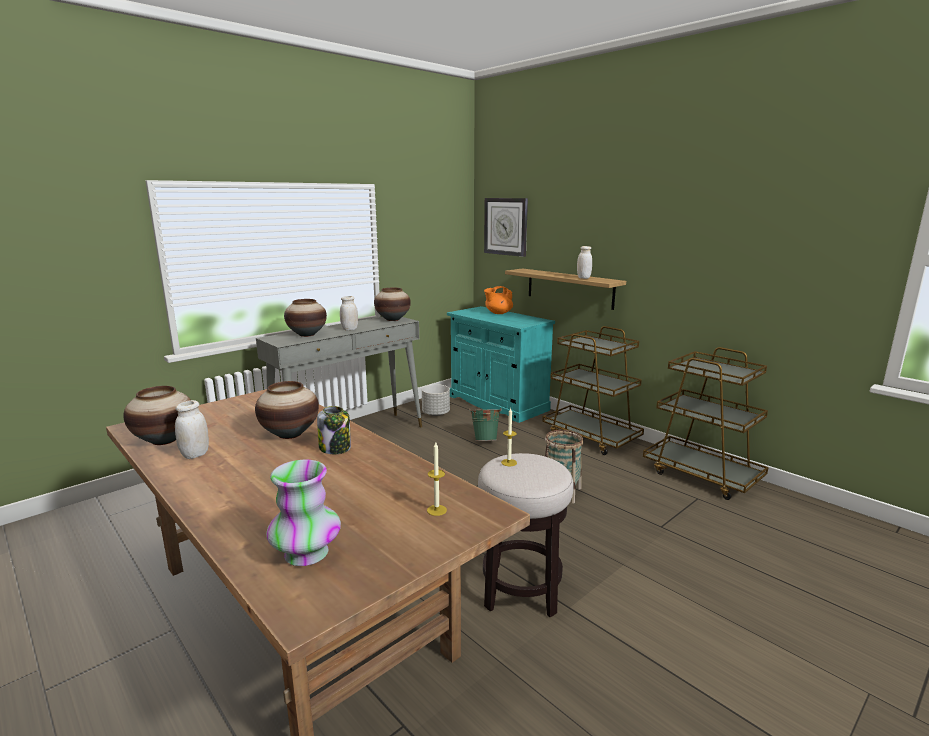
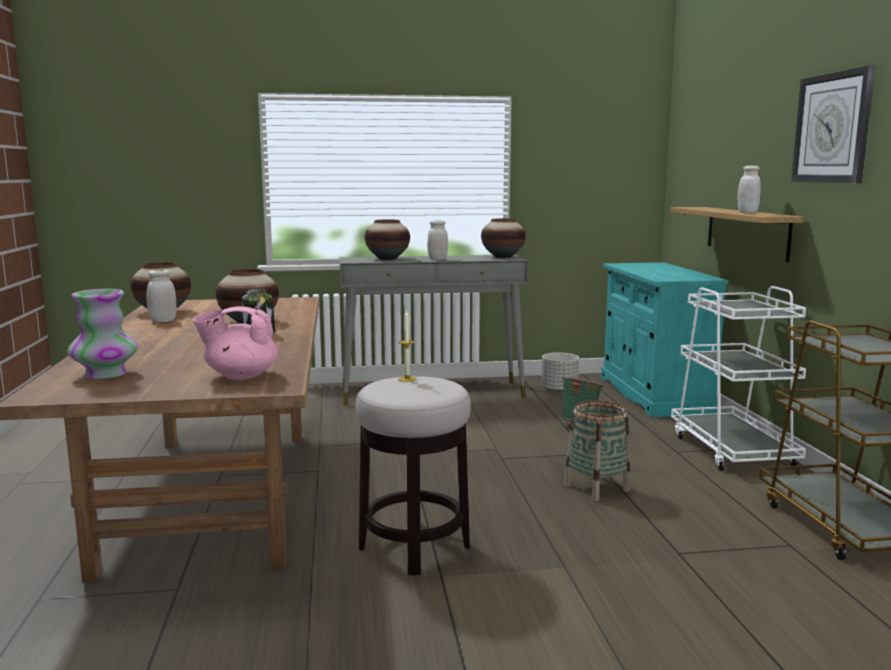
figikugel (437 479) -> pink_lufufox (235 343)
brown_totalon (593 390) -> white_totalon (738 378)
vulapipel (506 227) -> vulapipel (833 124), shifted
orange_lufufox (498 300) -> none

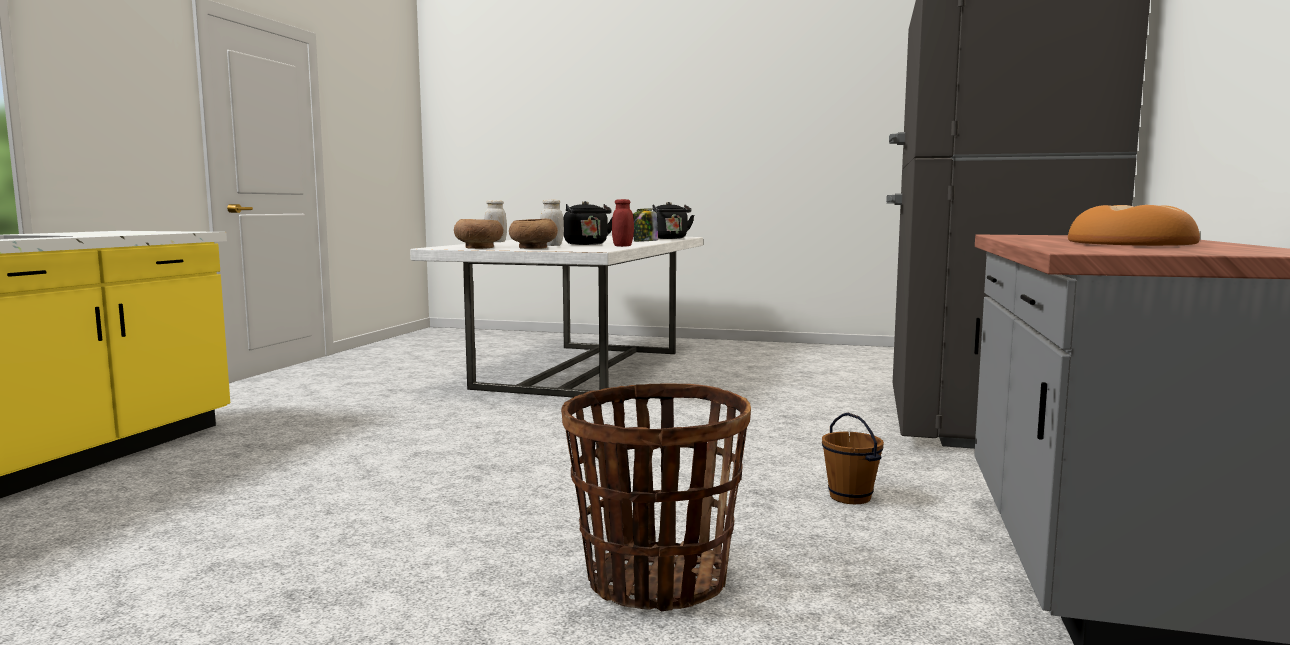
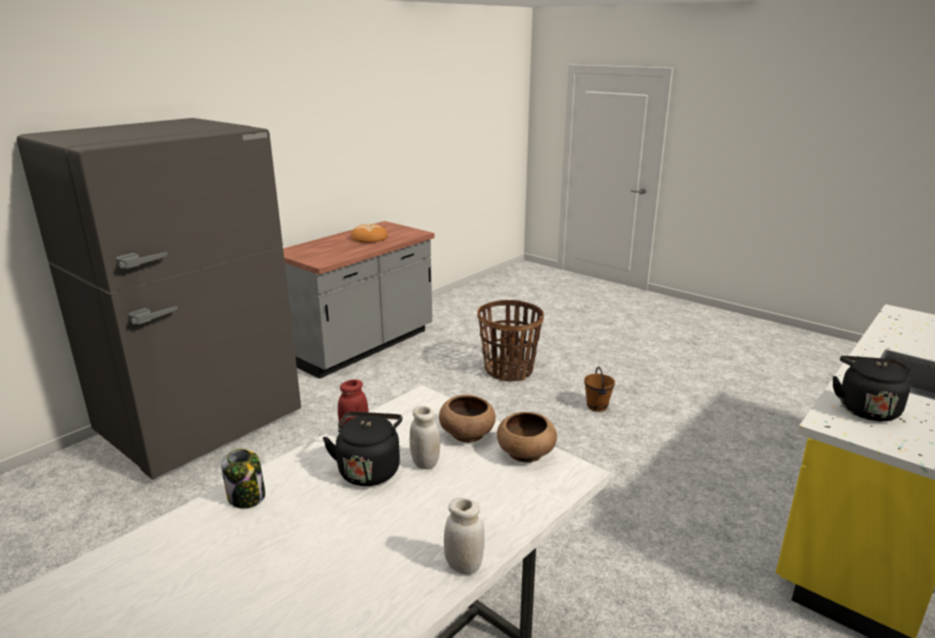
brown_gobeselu (853 458) -> brown_gobeselu (599 389), shifted
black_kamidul (673 220) -> black_kamidul (872 388), shifted

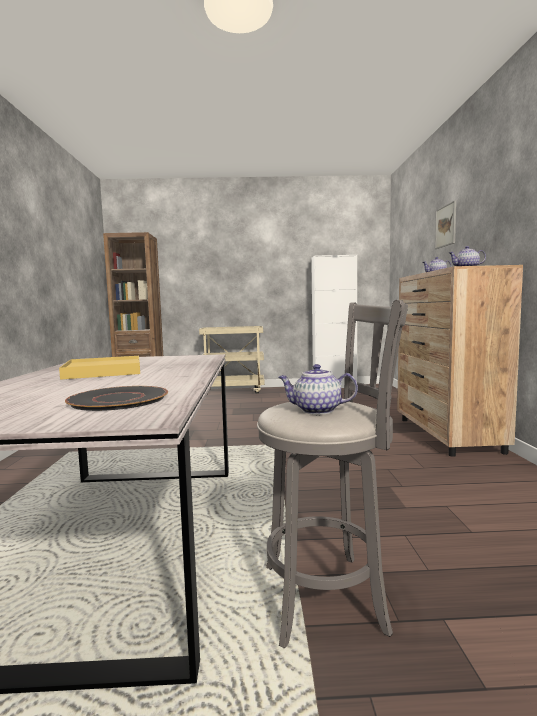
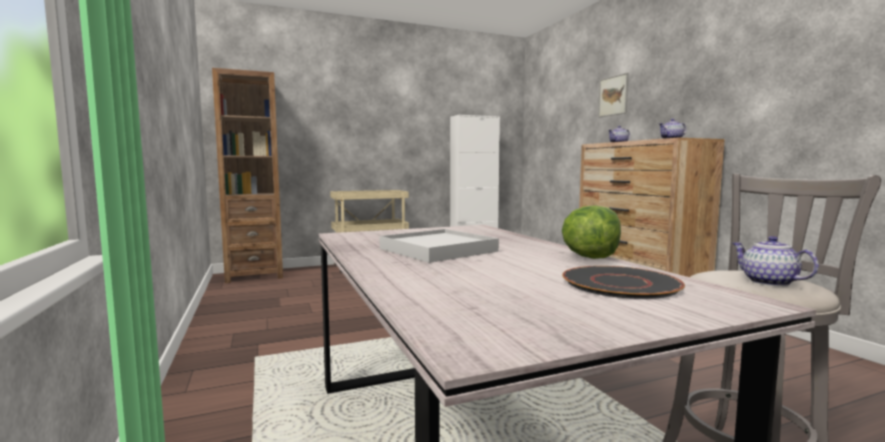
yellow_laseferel (99 368) -> white_laseferel (439 246)
none -> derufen (591 232)
lufufox (318 389) -> lufufox (775 261), 75 degrees clockwise

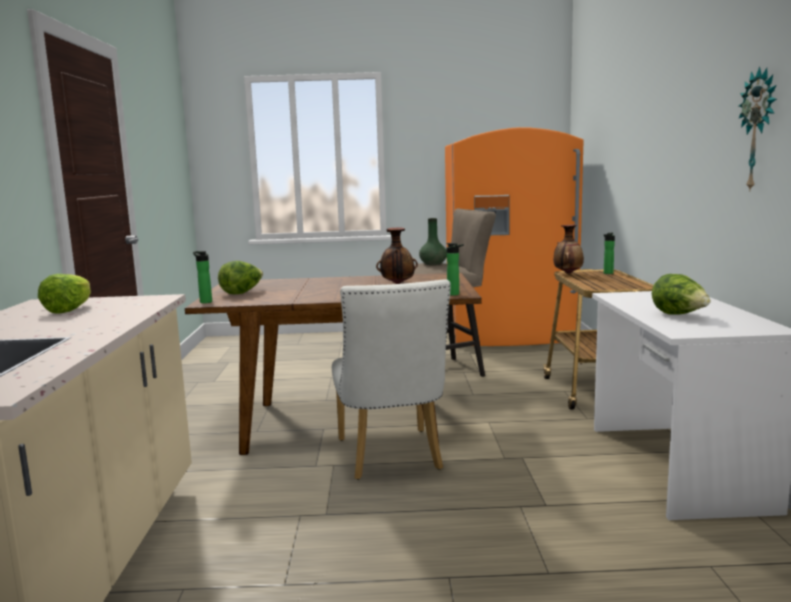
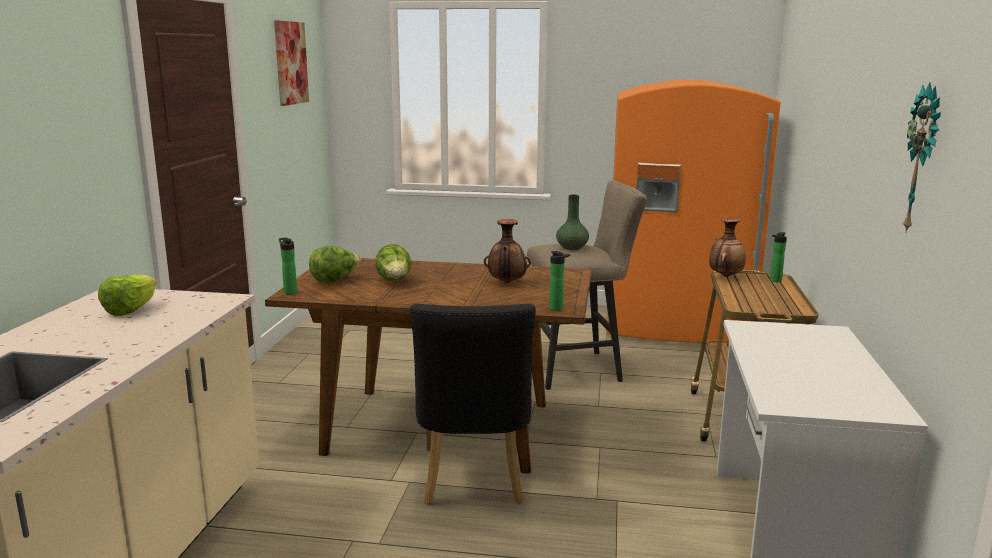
none -> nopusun (291 63)
derufen (681 294) -> derufen (393 262), shifted
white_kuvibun (391 379) -> black_kuvibun (473 403)

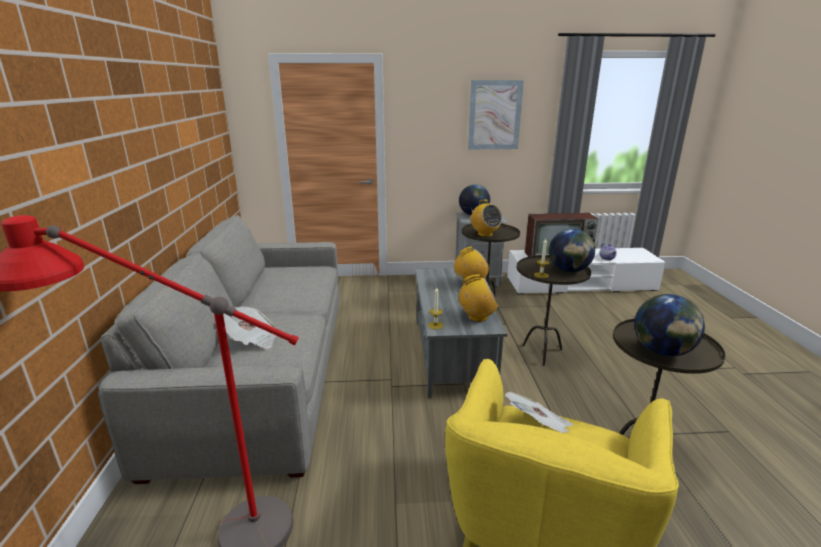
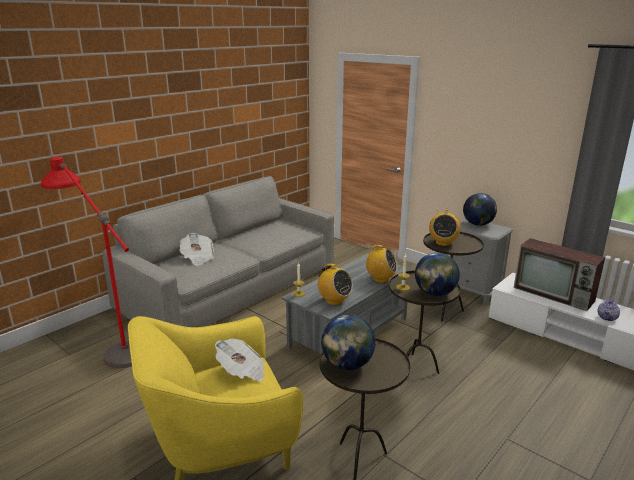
nopusun (496 114) -> none

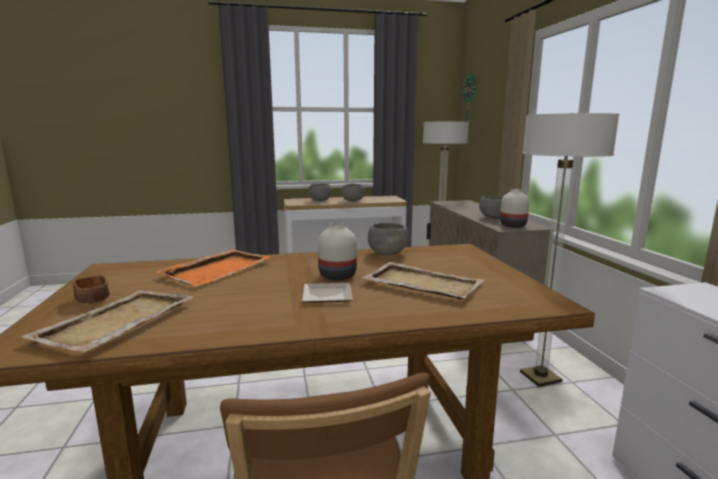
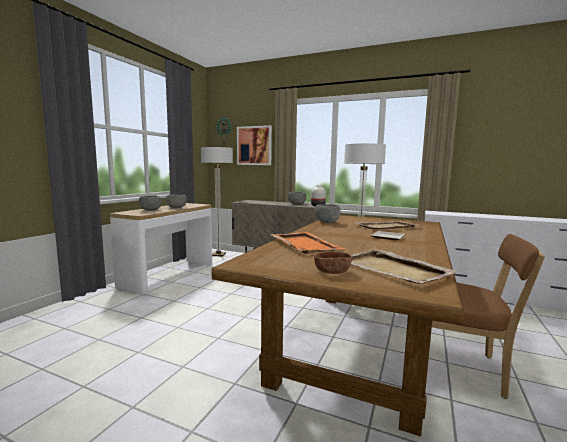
none -> nopusun (254 145)
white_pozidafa (337 251) -> none

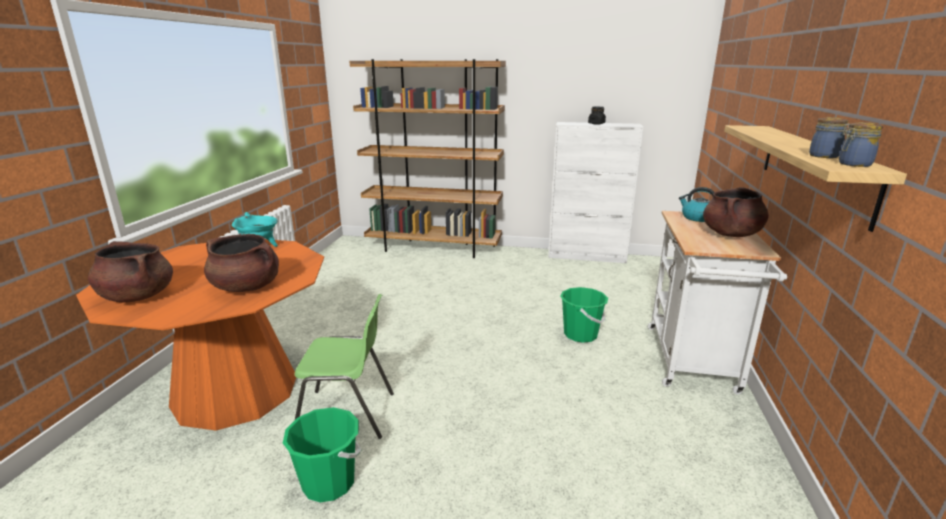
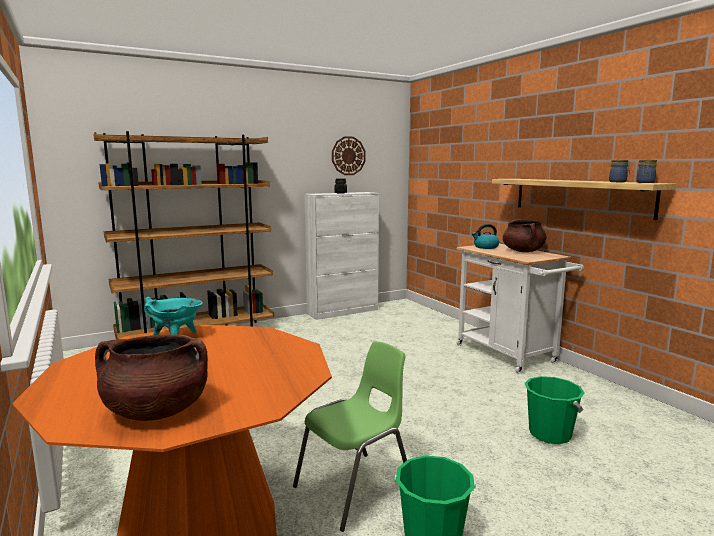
none -> vulapipel (349 155)
green_gobeselu (584 315) -> green_gobeselu (555 410), shifted
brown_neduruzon (241 263) -> none

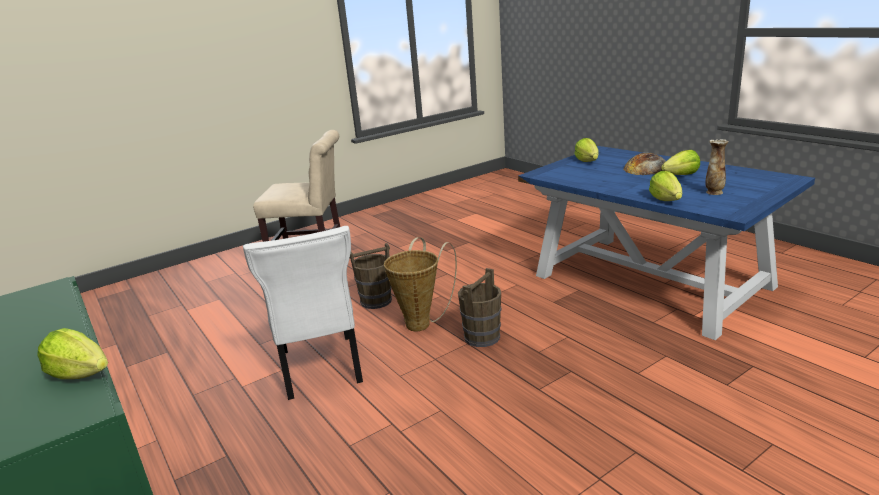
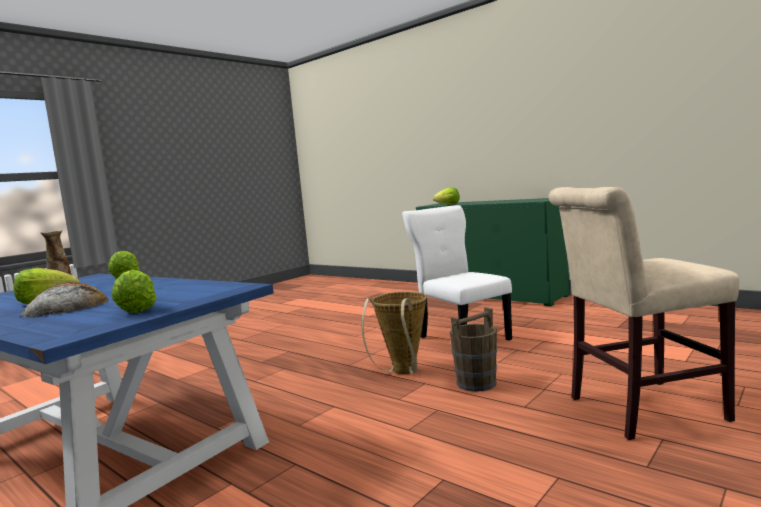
brown_gobeselu (479 307) -> none

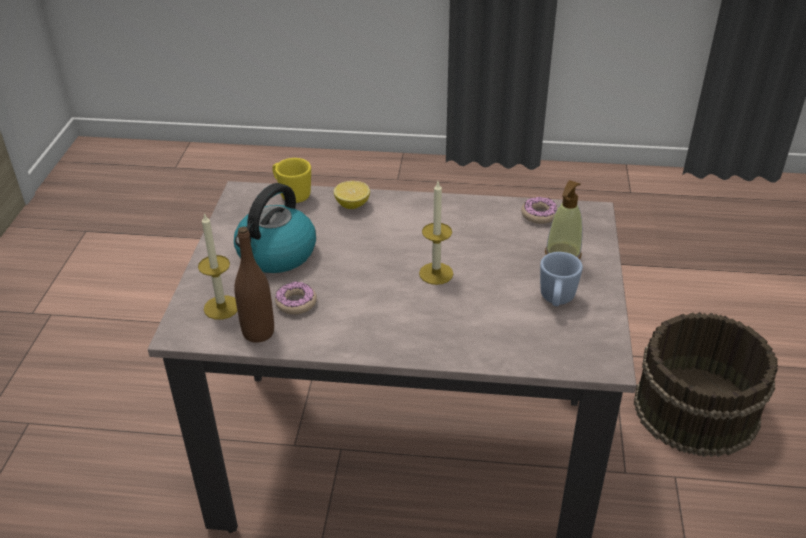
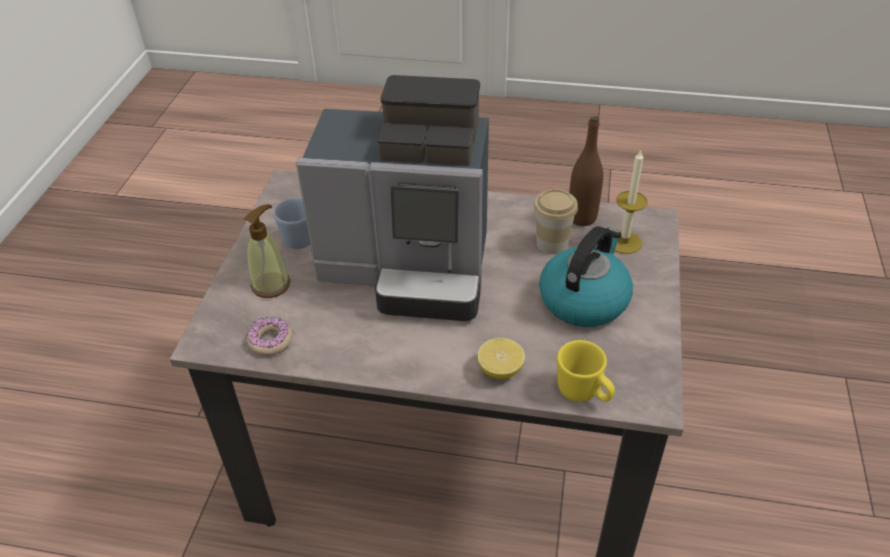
figikugel (436 233) -> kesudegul (392 198)
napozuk (296 298) -> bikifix (556 221)
brown_gobeselu (705 384) -> none

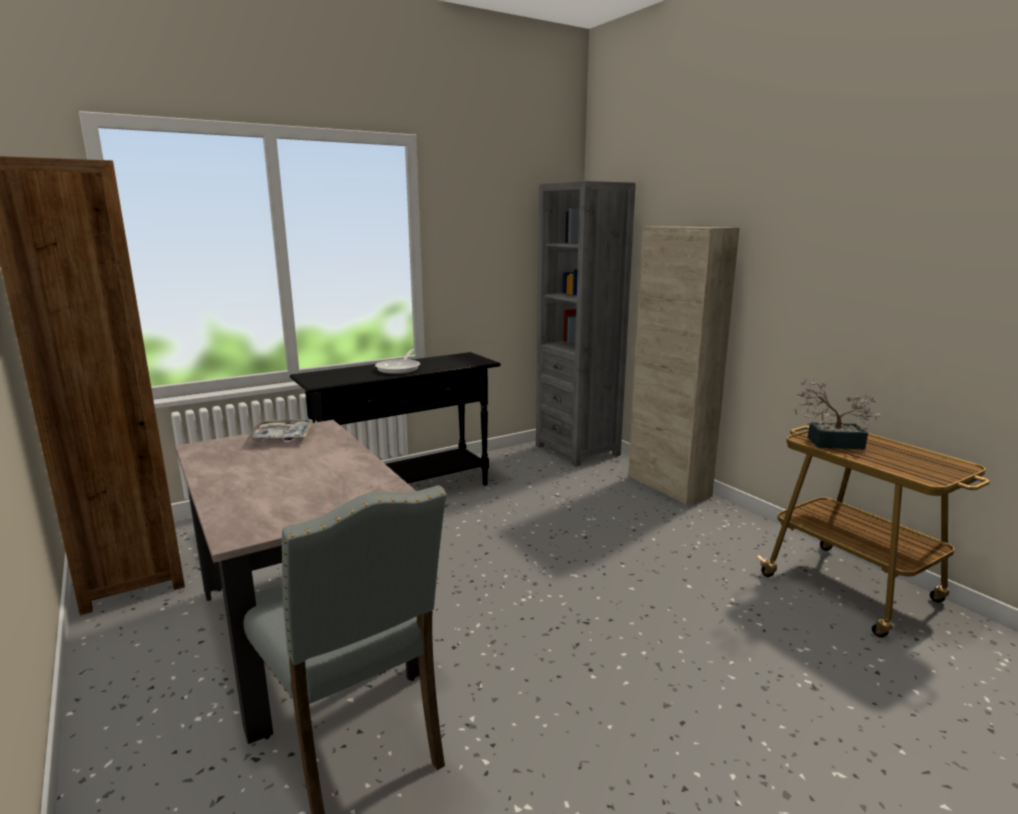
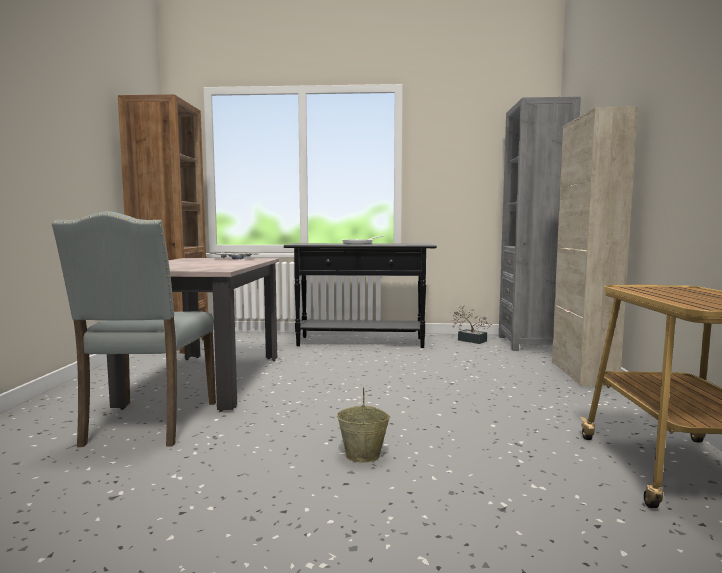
none -> beige_gobeselu (363 424)
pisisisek (837 414) -> pisisisek (472 324), shifted

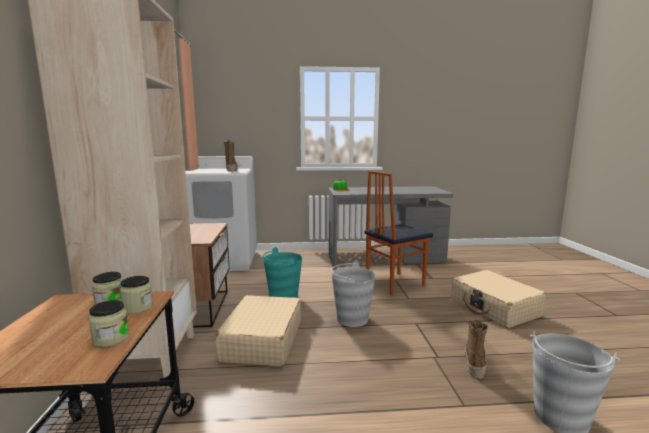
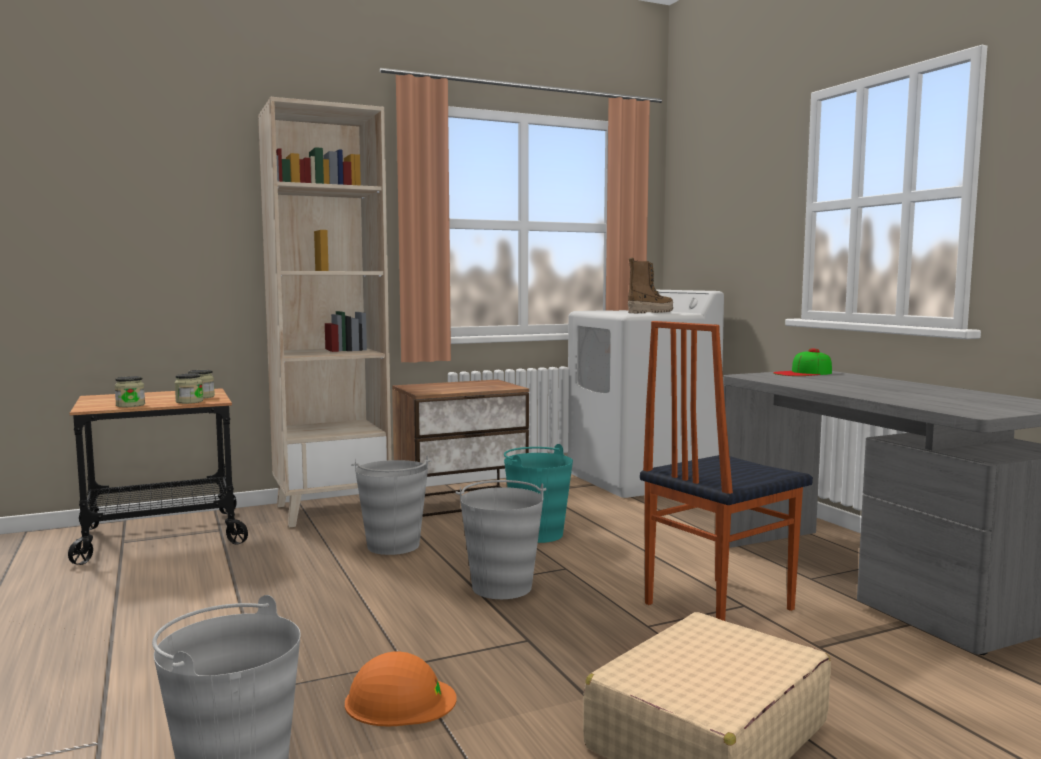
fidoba (476 349) -> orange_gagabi (401 689)
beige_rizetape (258 331) -> grey_gobeselu (391 505)
kuvibun (398 233) -> kuvibun (726 471), 75 degrees counterclockwise

